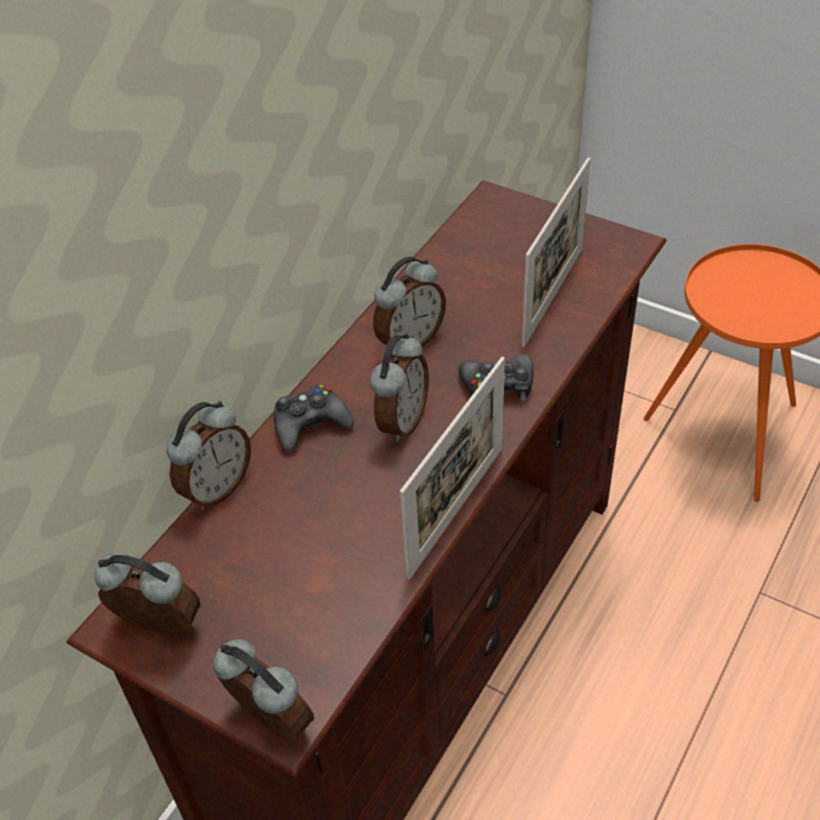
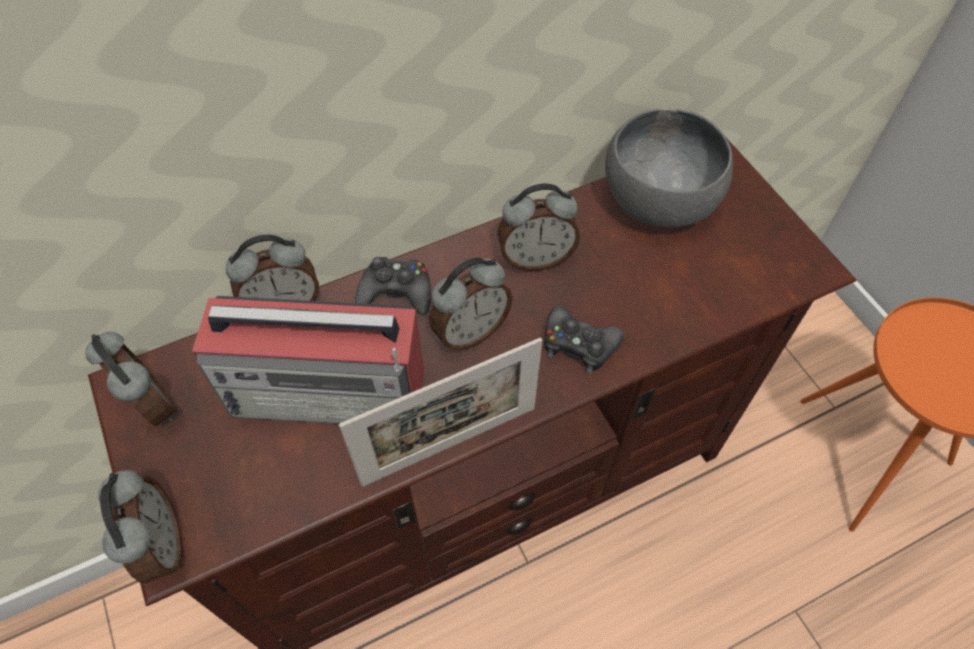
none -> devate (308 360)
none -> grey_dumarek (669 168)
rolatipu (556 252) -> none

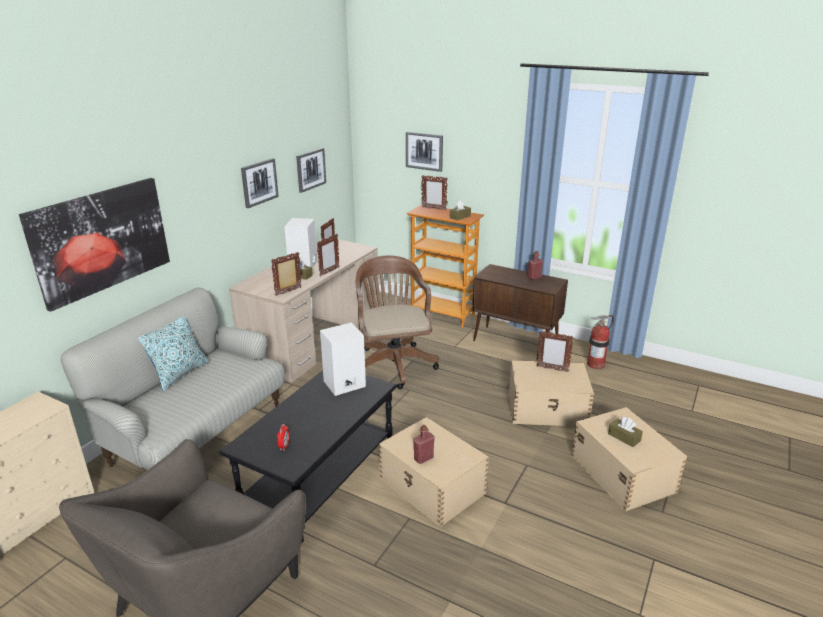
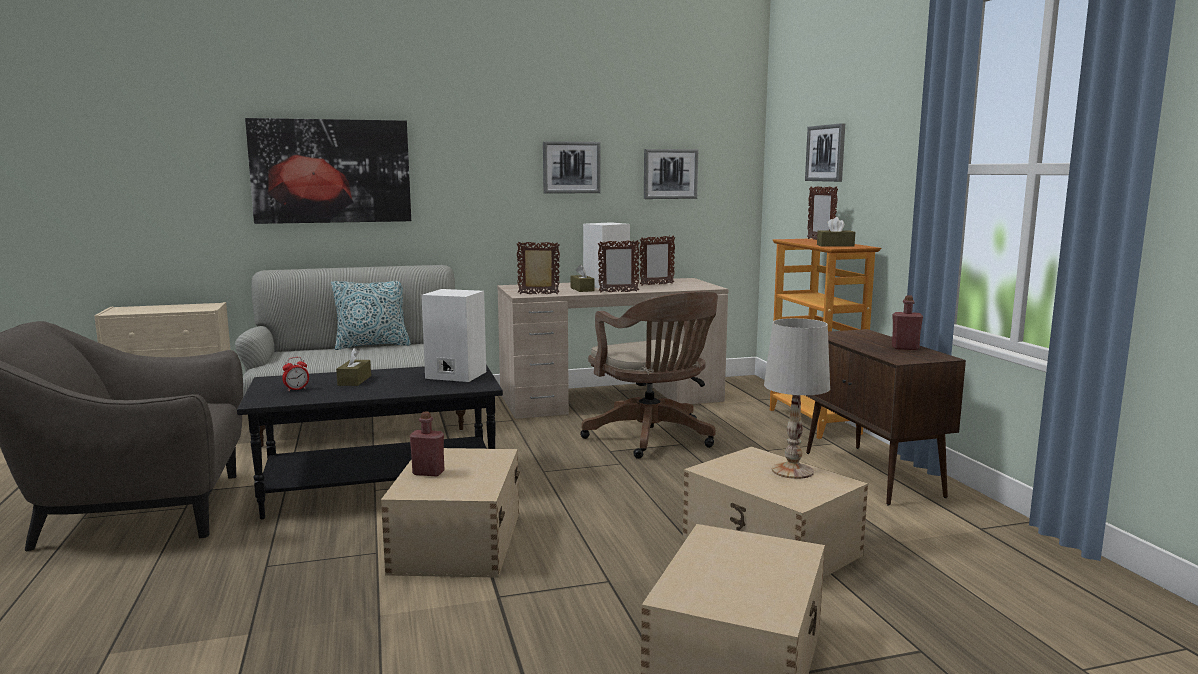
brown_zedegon (625 432) -> brown_zedegon (353 367), shifted
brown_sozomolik (397 322) -> brown_sozomolik (649 375), 120 degrees clockwise
rolatipu (555 351) -> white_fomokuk (797 398)
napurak (600 342) -> none

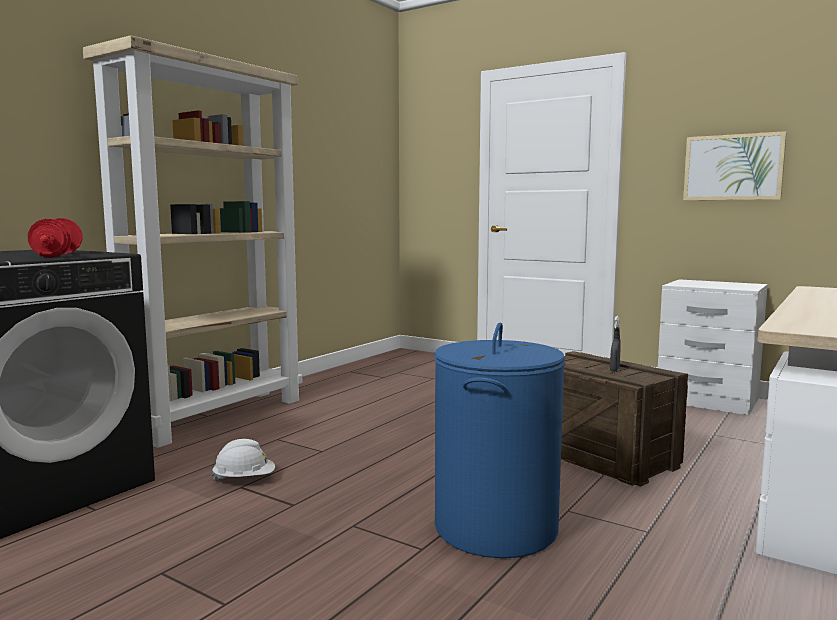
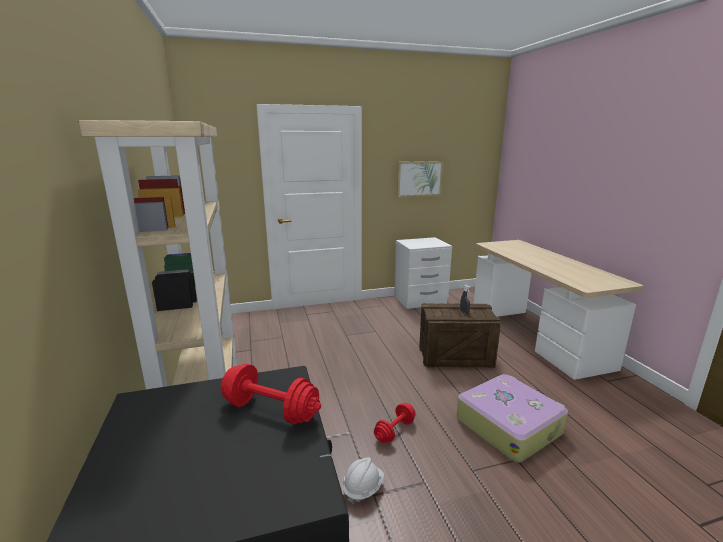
none -> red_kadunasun (395 423)
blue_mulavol (499 440) -> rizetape (512 418)

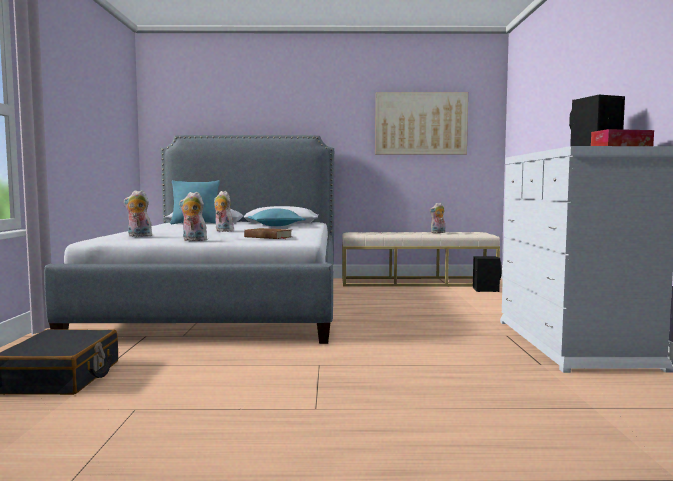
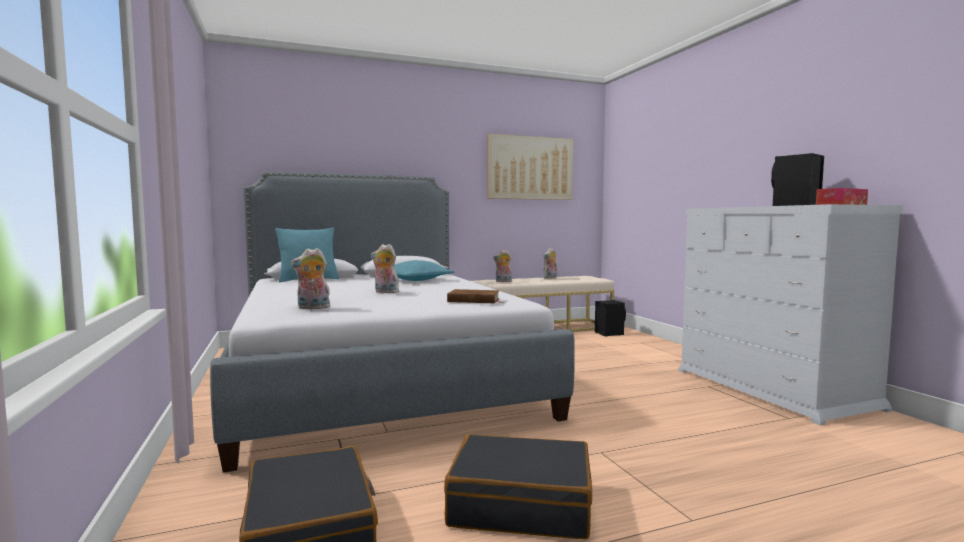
none -> black_rizetape (518 486)
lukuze (193 216) -> lukuze (502 266), shifted

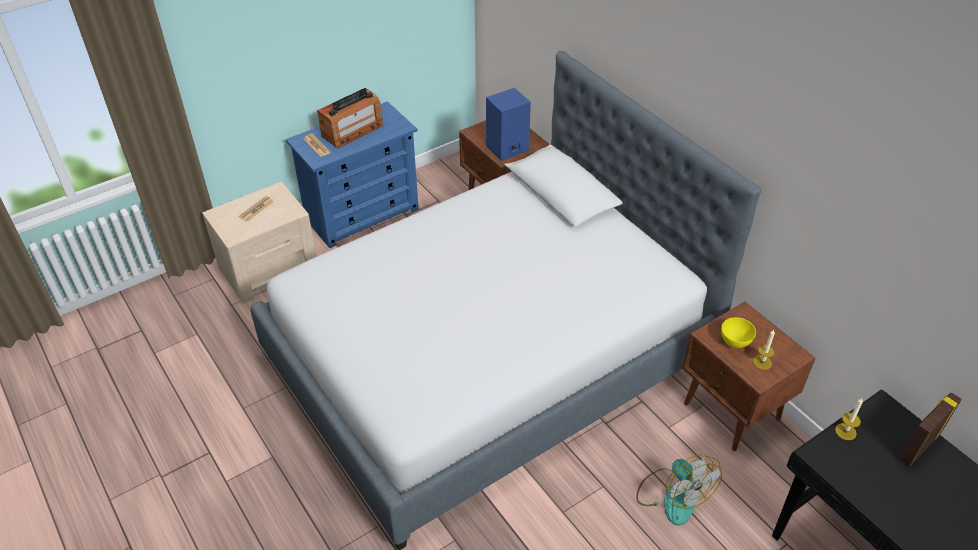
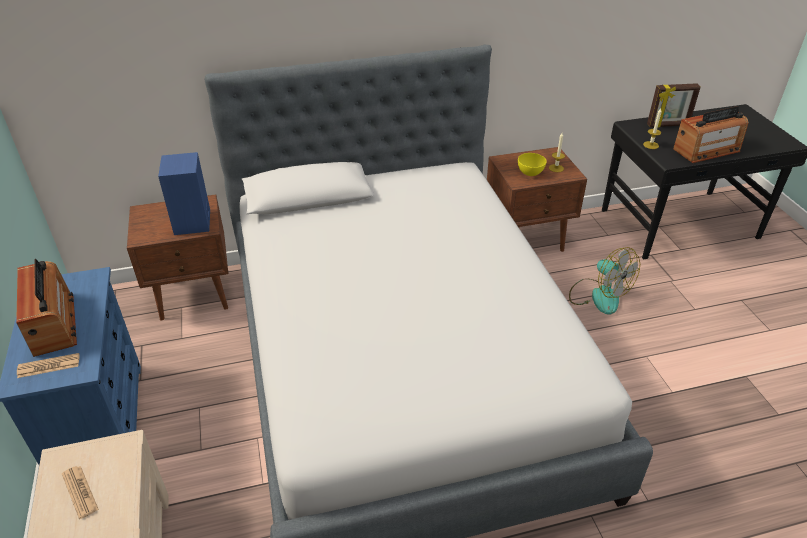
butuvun (679 490) -> butuvun (604 281), 60 degrees clockwise
rolatipu (930 429) -> rolatipu (674 105), 75 degrees counterclockwise
none -> devate (710 134)

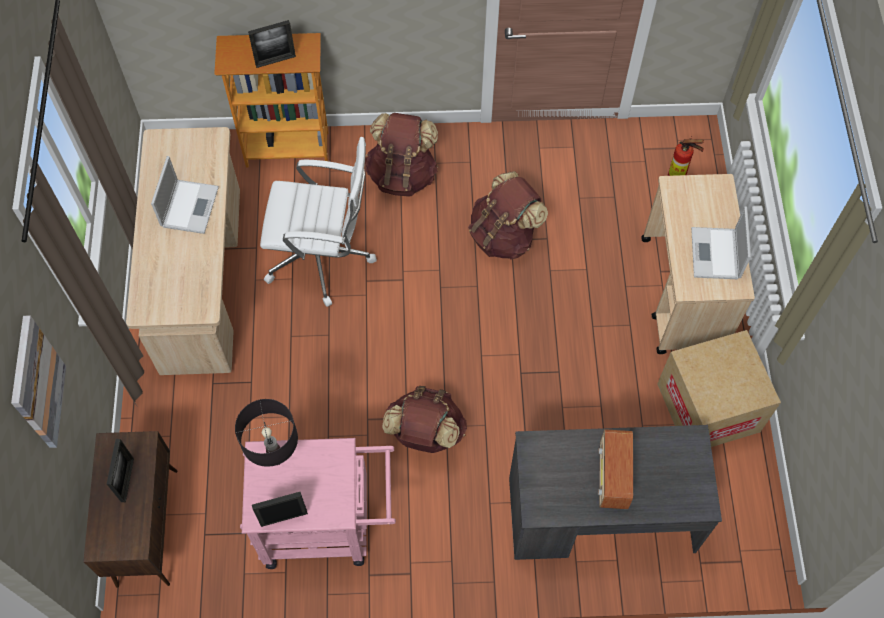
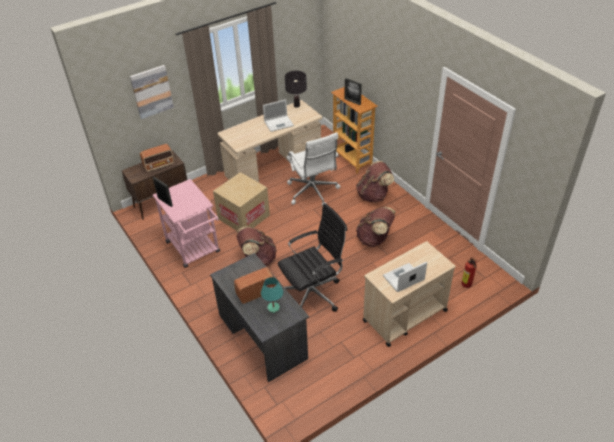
rolatipu (120 470) -> devate (157 158)
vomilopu (719 388) -> vomilopu (241 201), shifted
none -> turquoise_fomokuk (272 295)
none -> black_sozomolik (312 257)
black_fomokuk (266 433) -> black_fomokuk (296 89), shifted

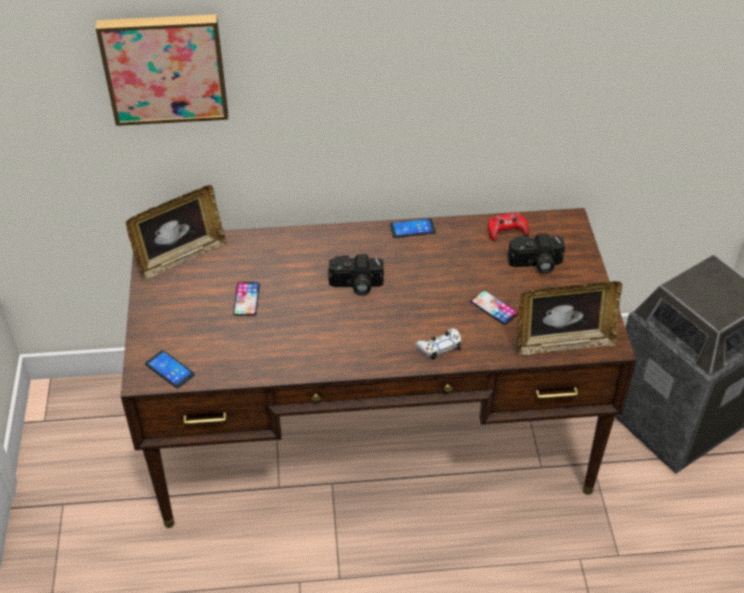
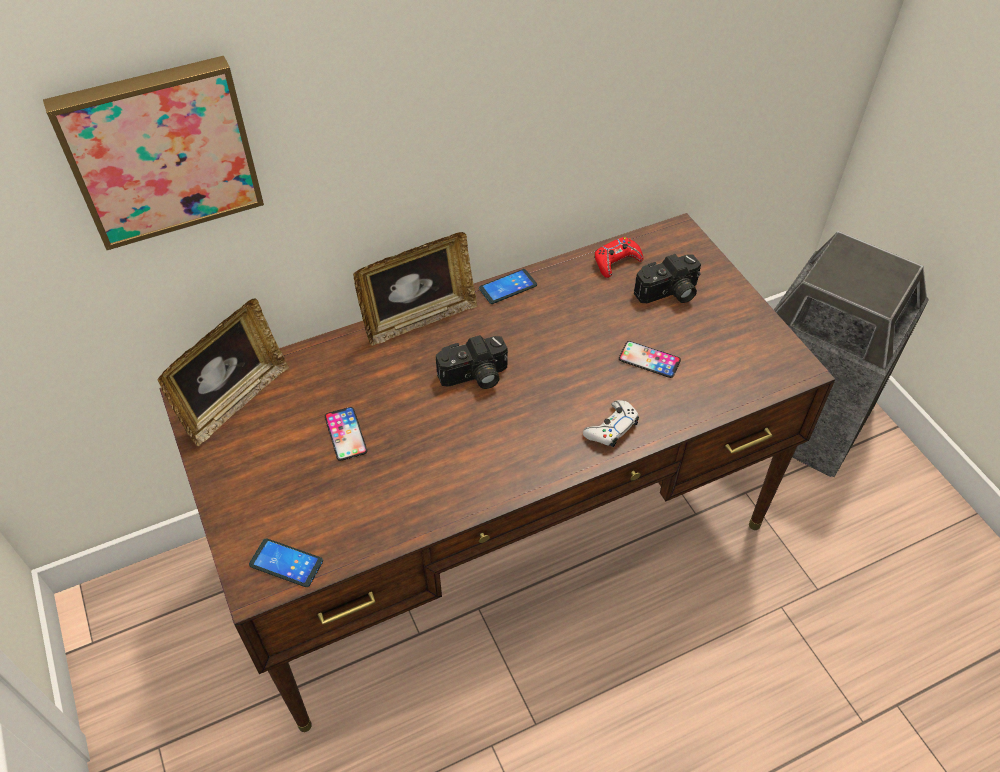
rolatipu (569 318) -> rolatipu (415 289), shifted

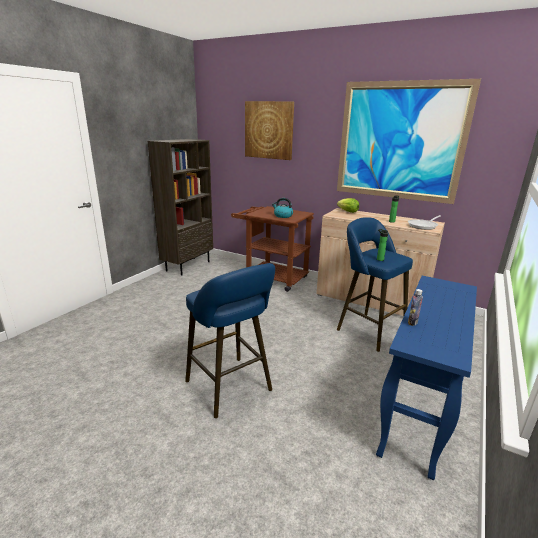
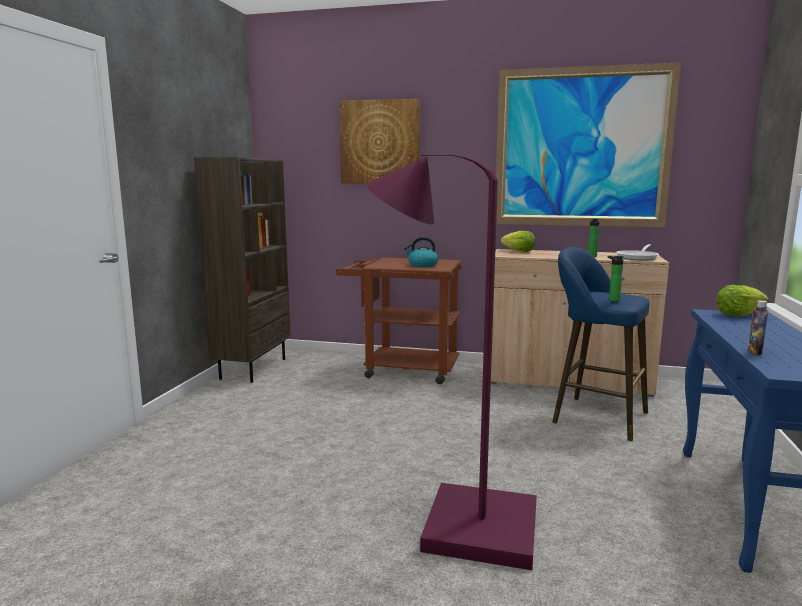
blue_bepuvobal (230 340) -> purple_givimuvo (451 362)
none -> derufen (742 300)

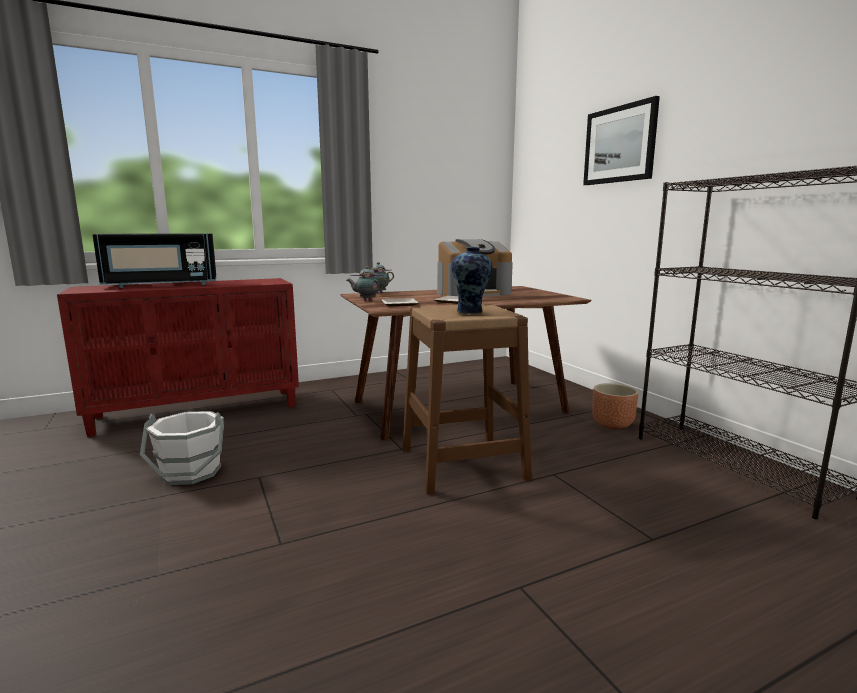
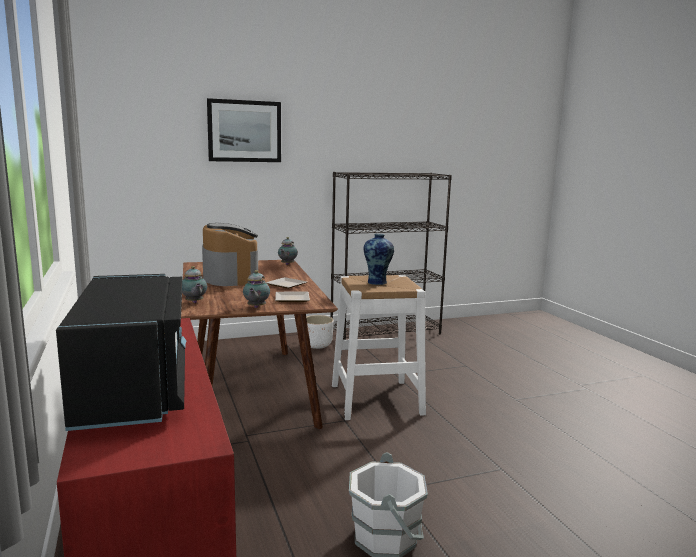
none -> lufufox (288 251)
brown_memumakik (615 406) -> white_memumakik (320 332)
brown_bepuvobal (467 399) -> white_bepuvobal (379 347)

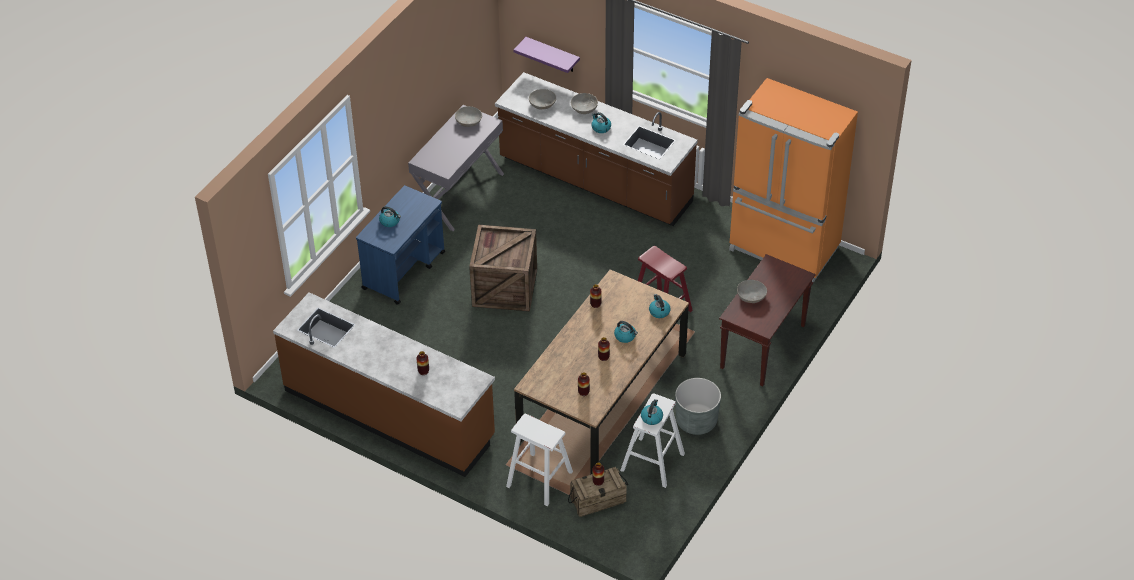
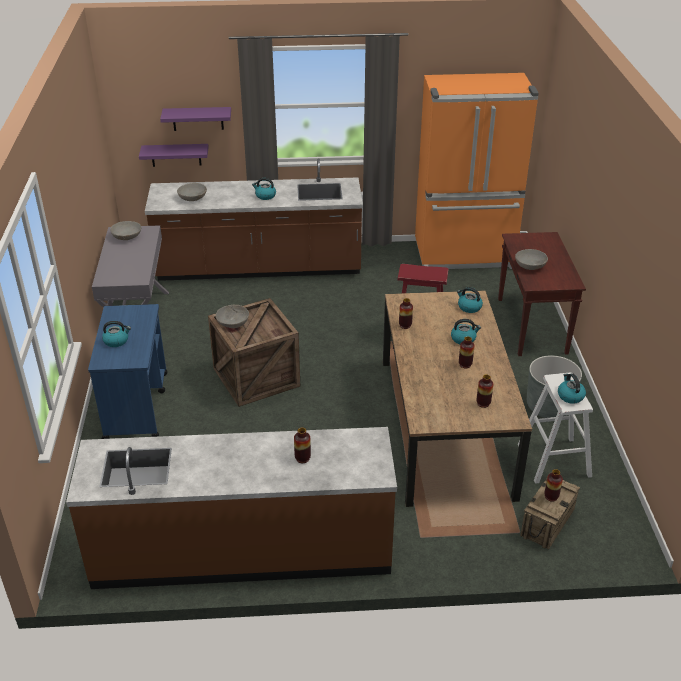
none -> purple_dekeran (195 119)
grey_dumarek (584 103) -> grey_dumarek (232 316), shifted
white_bepuvobal (539 460) -> none

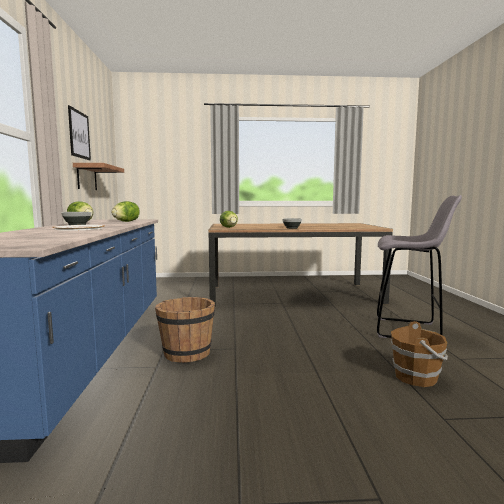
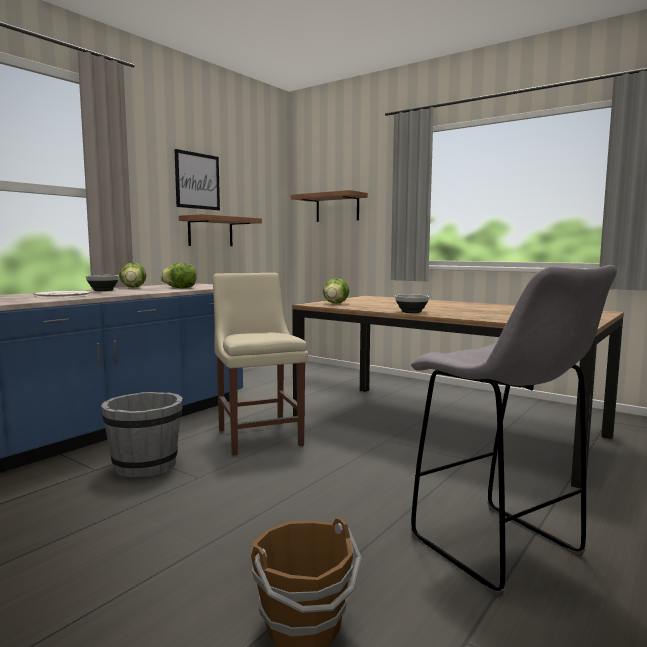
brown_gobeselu (185 330) -> grey_gobeselu (142 434)
none -> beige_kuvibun (260 364)
none -> dekeran (329 206)

